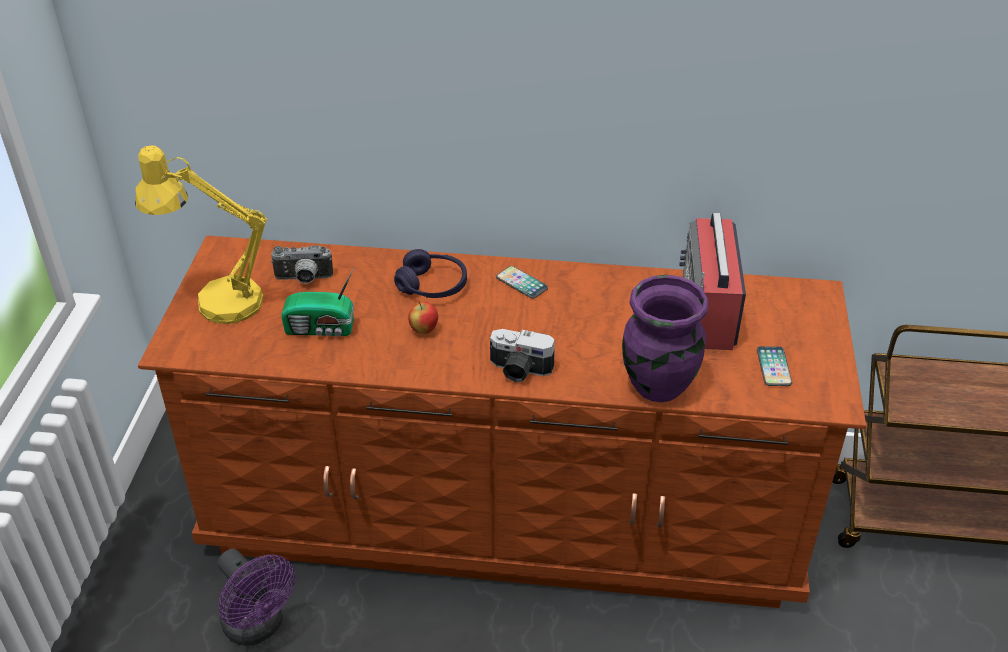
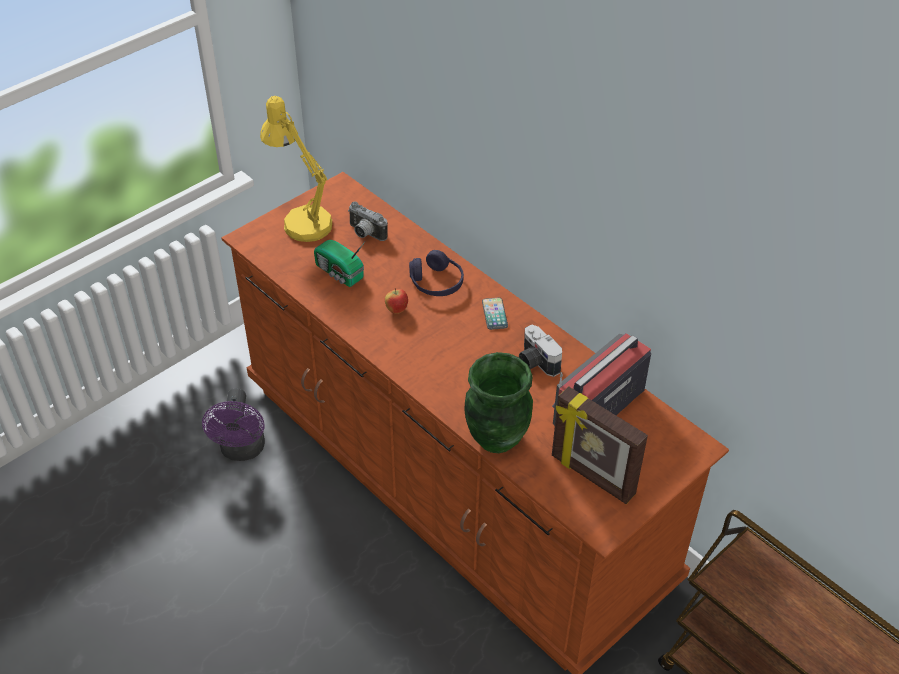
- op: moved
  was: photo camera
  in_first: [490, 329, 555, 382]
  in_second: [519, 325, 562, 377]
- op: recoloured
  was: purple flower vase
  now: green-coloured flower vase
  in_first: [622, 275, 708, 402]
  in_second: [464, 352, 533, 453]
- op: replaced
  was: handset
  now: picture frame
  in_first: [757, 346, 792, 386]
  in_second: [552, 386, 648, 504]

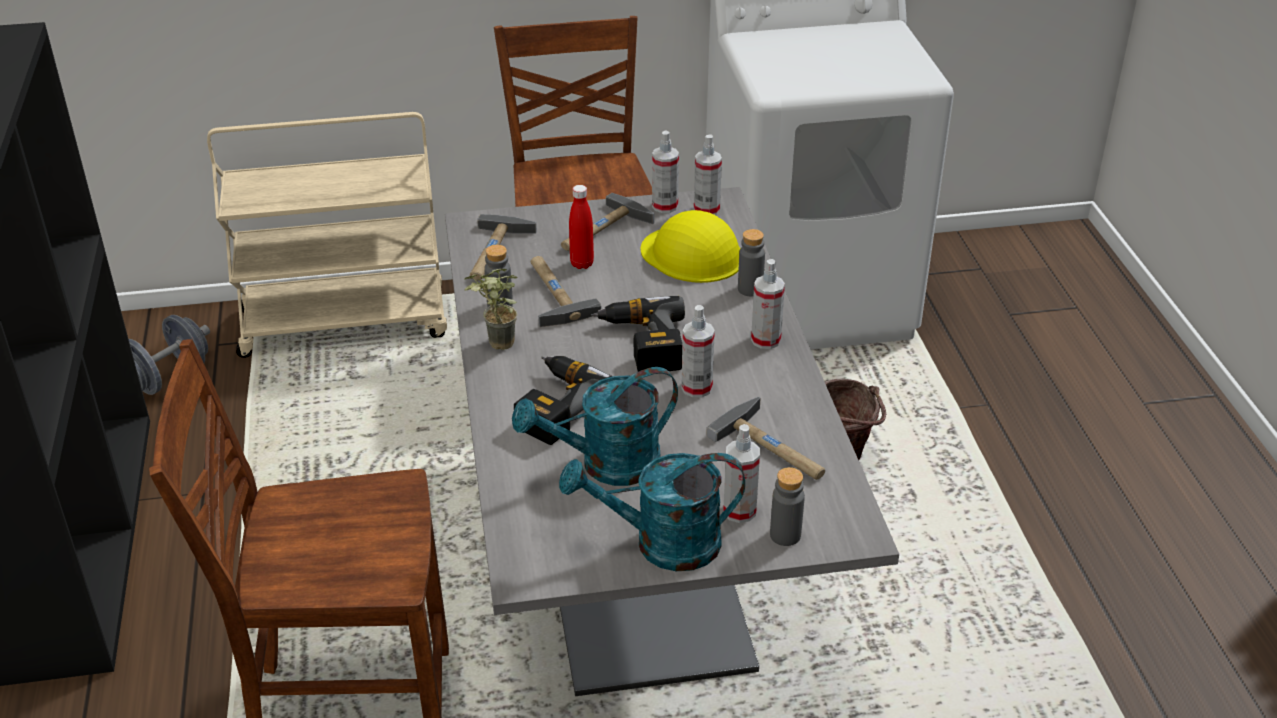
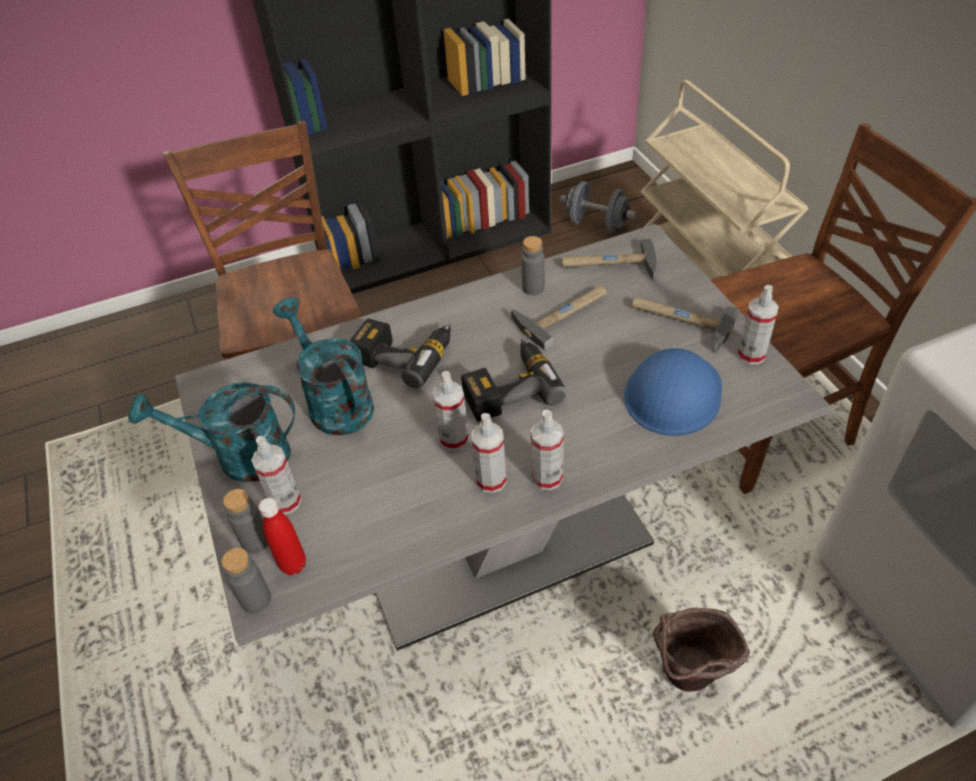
- op: removed
  was: potted plant
  in_first: [464, 269, 518, 350]
- op: turned
  was: turquoise-coloured watering pot
  in_first: [559, 453, 745, 571]
  in_second: [128, 382, 295, 482]
  clockwise: -75
- op: moved
  was: red-coloured beverage bottle
  in_first: [569, 185, 594, 269]
  in_second: [258, 497, 306, 575]
- op: recoloured
  was: yellow safety helmet
  now: blue safety helmet
  in_first: [641, 210, 741, 283]
  in_second: [624, 348, 722, 436]
- op: moved
  was: sprayer
  in_first: [694, 134, 722, 215]
  in_second: [471, 413, 506, 493]
- op: removed
  was: hand hammer
  in_first: [706, 397, 825, 480]
- op: moved
  was: grey beverage bottle
  in_first: [738, 229, 765, 296]
  in_second: [221, 548, 271, 613]

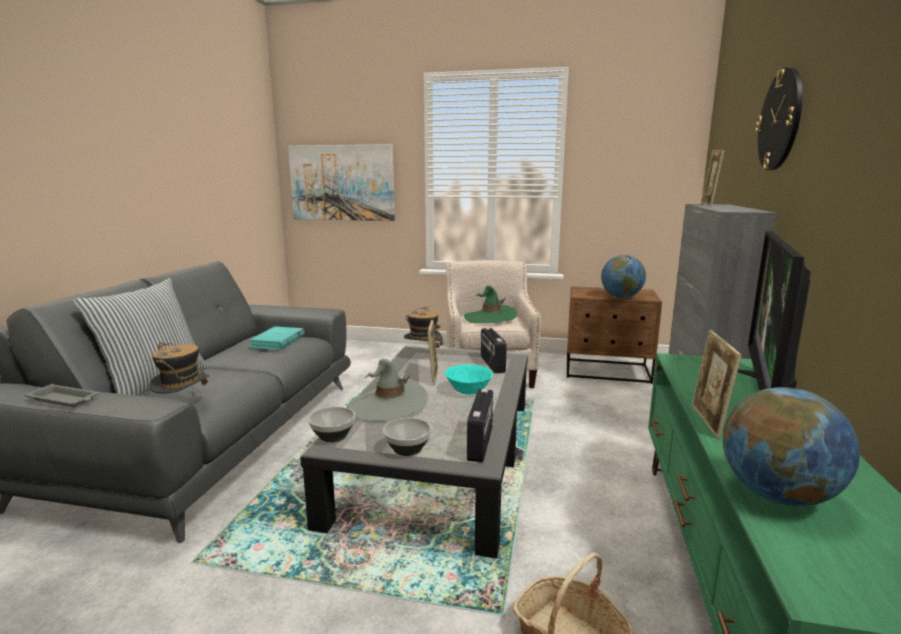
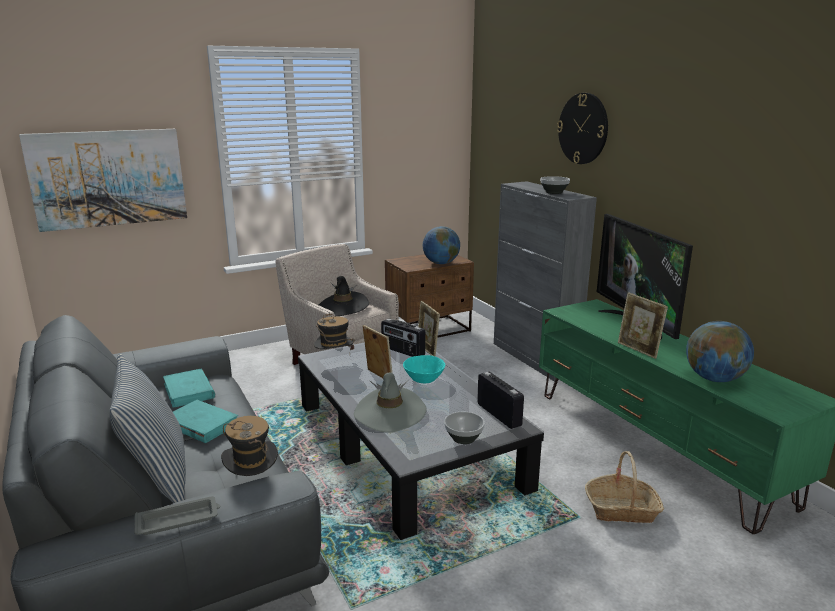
- op: moved
  was: serving bowl
  in_first: [308, 407, 355, 442]
  in_second: [540, 176, 570, 194]
- op: recoloured
  was: green-coloured hat
  now: black-coloured hat
  in_first: [464, 285, 517, 323]
  in_second: [319, 276, 369, 316]
- op: moved
  was: picture frame
  in_first: [701, 150, 725, 206]
  in_second: [418, 301, 440, 357]
- op: added
  now: turquoise-coloured volume
  in_second: [173, 400, 238, 443]

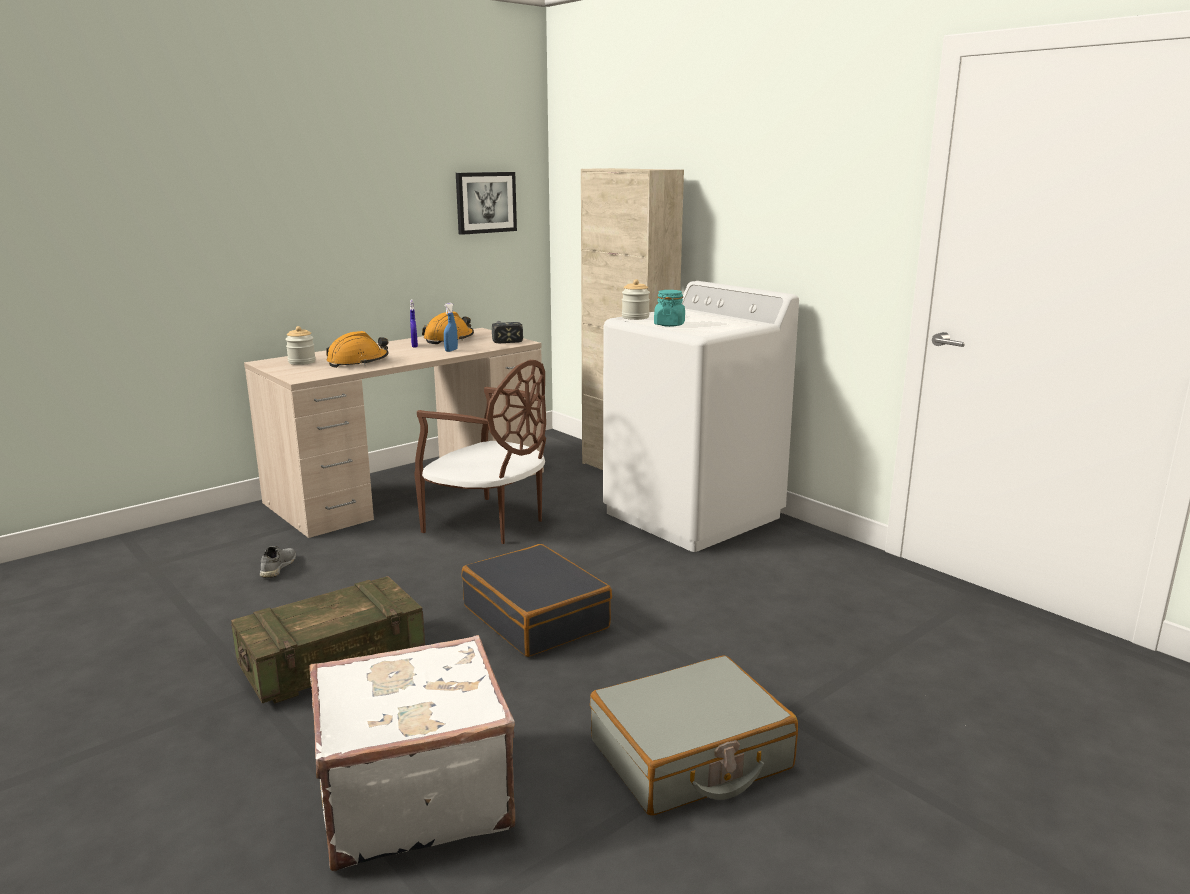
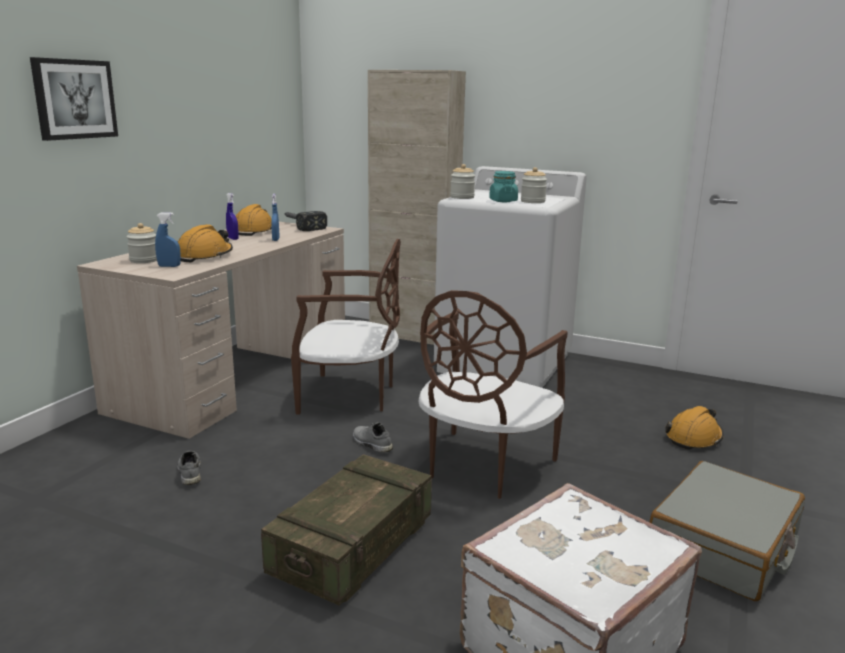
- op: moved
  was: wall art
  in_first: [456, 172, 517, 235]
  in_second: [30, 57, 118, 141]
- op: replaced
  was: black-coloured travel case
  now: brown plain chair
  in_first: [461, 544, 612, 657]
  in_second: [418, 290, 568, 499]
- op: added
  now: blue sprayer
  in_second: [155, 212, 181, 267]
- op: added
  now: grey item of footwear
  in_second: [353, 422, 393, 453]
- op: added
  now: storage jar
  in_second: [521, 167, 547, 203]
- op: added
  now: orange-coloured safety helmet
  in_second: [665, 406, 723, 450]

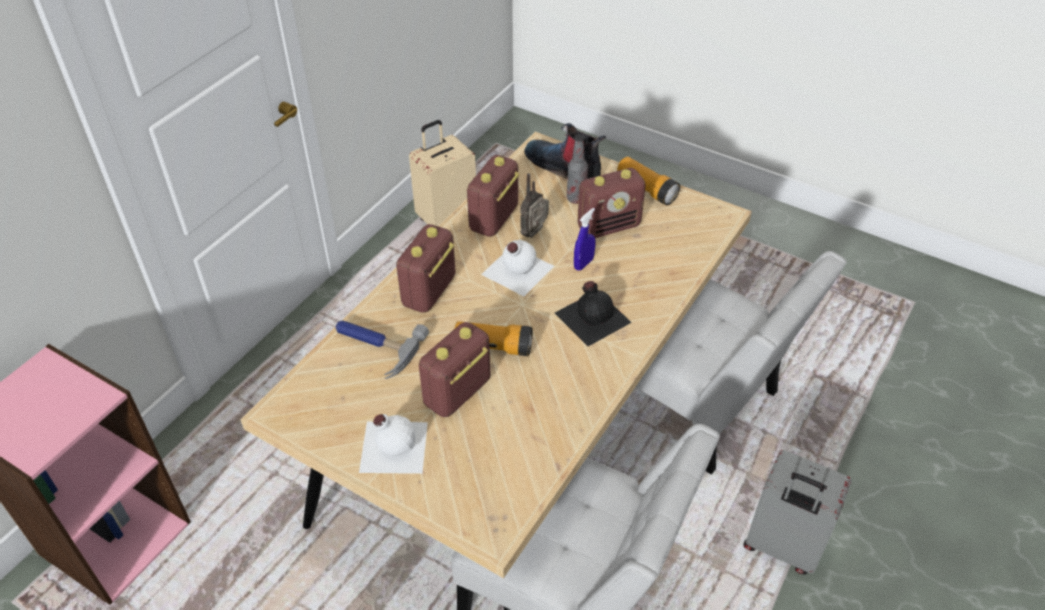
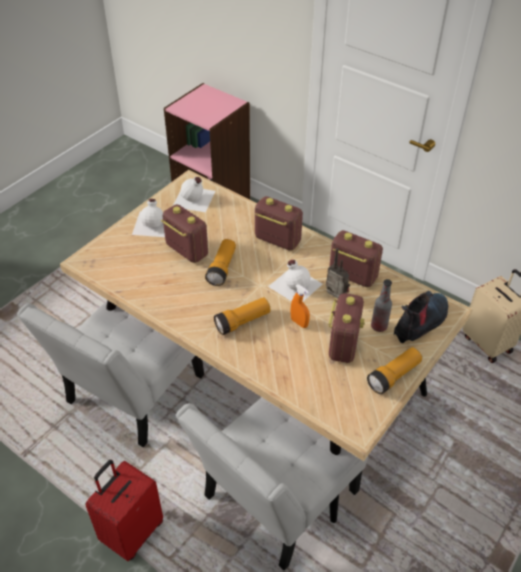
- op: removed
  was: hand hammer
  in_first: [336, 320, 429, 379]
- op: replaced
  was: black-coloured beverage bottle
  now: torch
  in_first: [555, 281, 632, 346]
  in_second: [214, 297, 270, 335]
- op: recoloured
  was: blue sprayer
  now: orange-coloured sprayer
  in_first: [574, 208, 596, 271]
  in_second: [291, 284, 310, 328]
- op: turned
  was: radio receiver
  in_first: [577, 168, 646, 238]
  in_second: [328, 293, 365, 363]
  clockwise: -150
- op: recoloured
  was: grey travel case
  now: red-coloured travel case
  in_first: [744, 450, 852, 574]
  in_second: [86, 460, 163, 561]
- op: added
  now: whitish beverage bottle
  in_second: [173, 177, 215, 212]

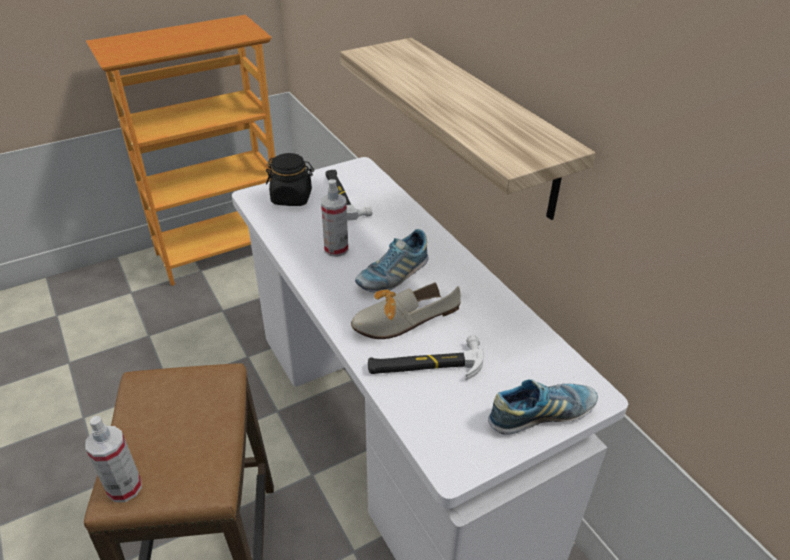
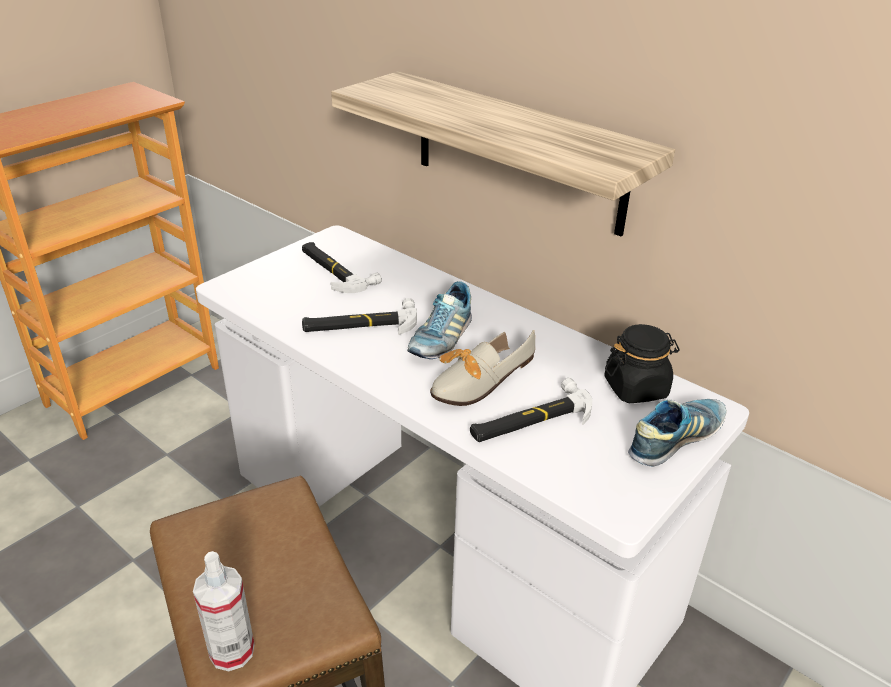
- op: moved
  was: black-coloured storage jar
  in_first: [266, 153, 314, 206]
  in_second: [604, 324, 679, 403]
- op: replaced
  was: sprayer
  now: hand hammer
  in_first: [321, 179, 348, 257]
  in_second: [302, 298, 417, 335]

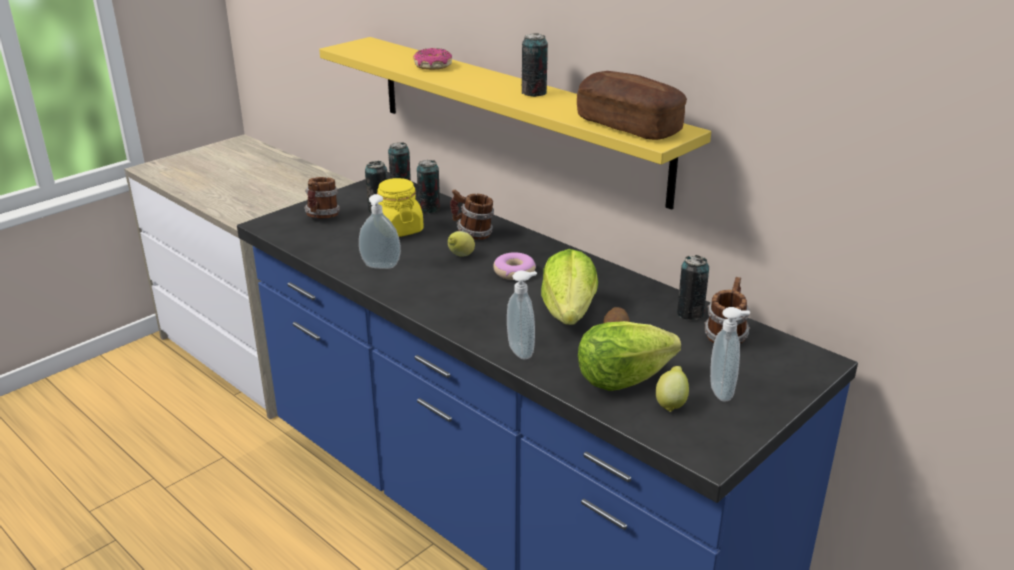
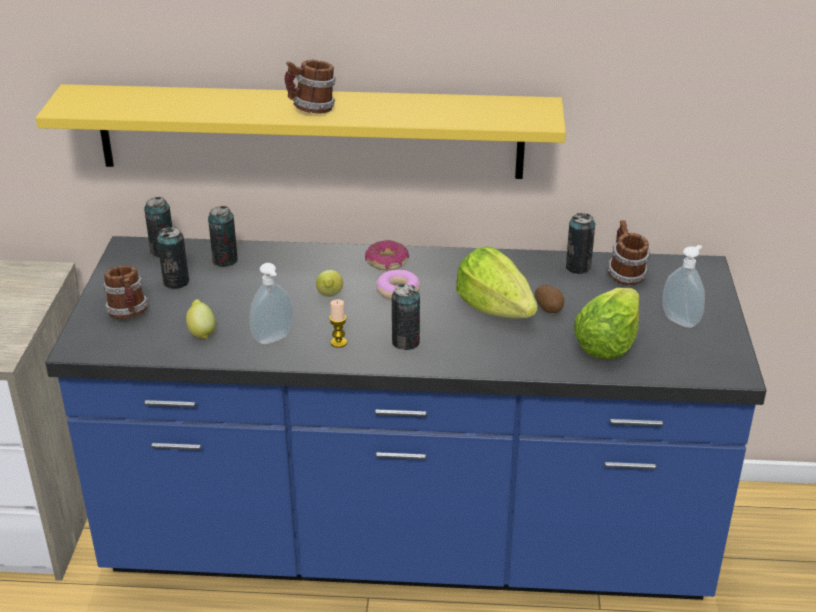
- op: removed
  was: yellow storage jar
  in_first: [377, 178, 424, 237]
- op: moved
  was: donut
  in_first: [413, 48, 452, 70]
  in_second: [365, 240, 409, 270]
- op: moved
  was: tea mug
  in_first: [450, 190, 494, 240]
  in_second: [285, 60, 336, 114]
- op: removed
  was: soap dispenser
  in_first: [507, 270, 537, 359]
- op: moved
  was: metal can
  in_first: [522, 33, 548, 97]
  in_second: [392, 284, 420, 350]
- op: removed
  was: bakery bread
  in_first: [577, 71, 687, 140]
- op: moved
  was: citrus fruit
  in_first: [656, 366, 689, 412]
  in_second: [186, 299, 216, 339]
- op: added
  now: wax light
  in_second: [329, 299, 347, 348]

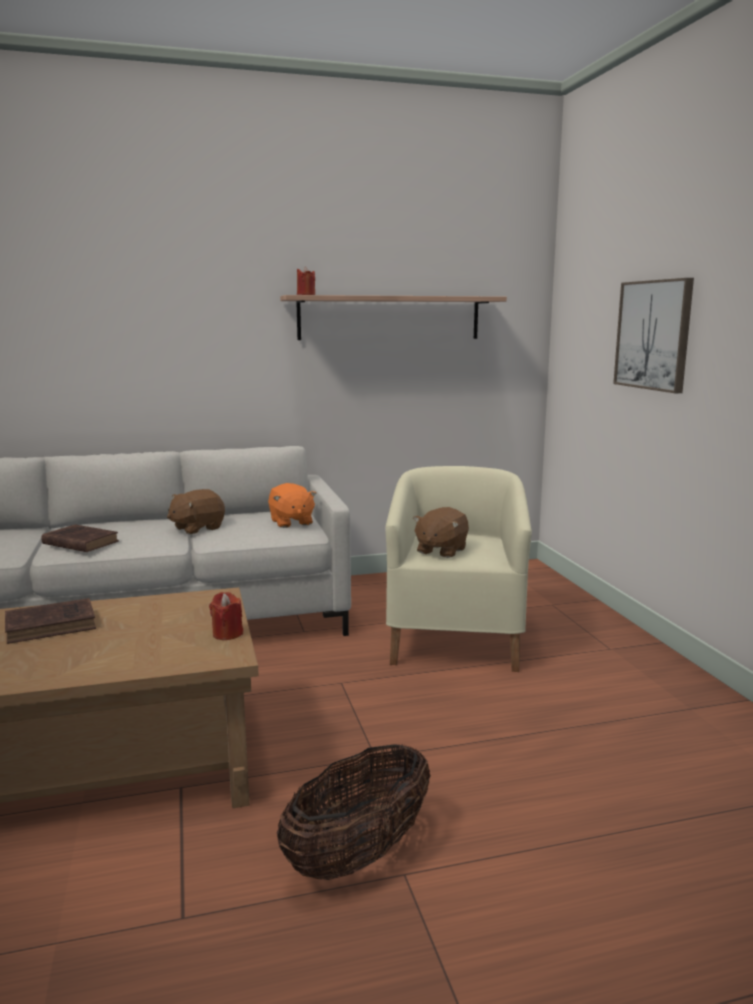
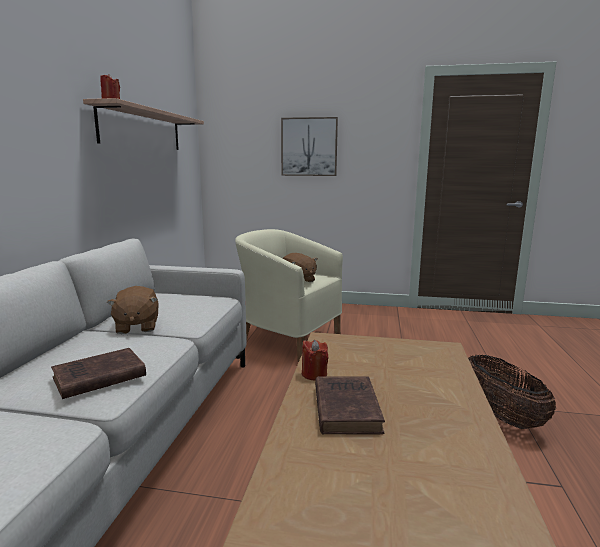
- op: moved
  was: red-coloured wax light
  in_first: [209, 592, 243, 640]
  in_second: [302, 340, 328, 380]
- op: removed
  was: orange-coloured plush toy
  in_first: [268, 483, 317, 528]

